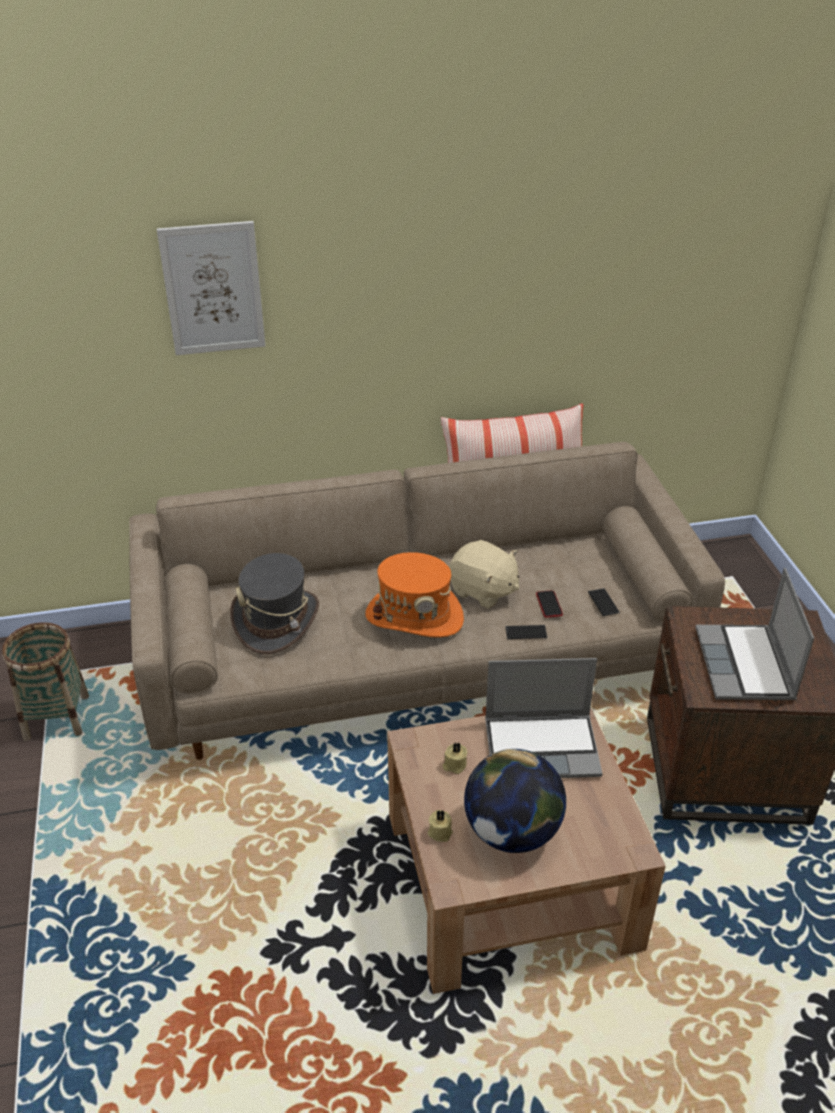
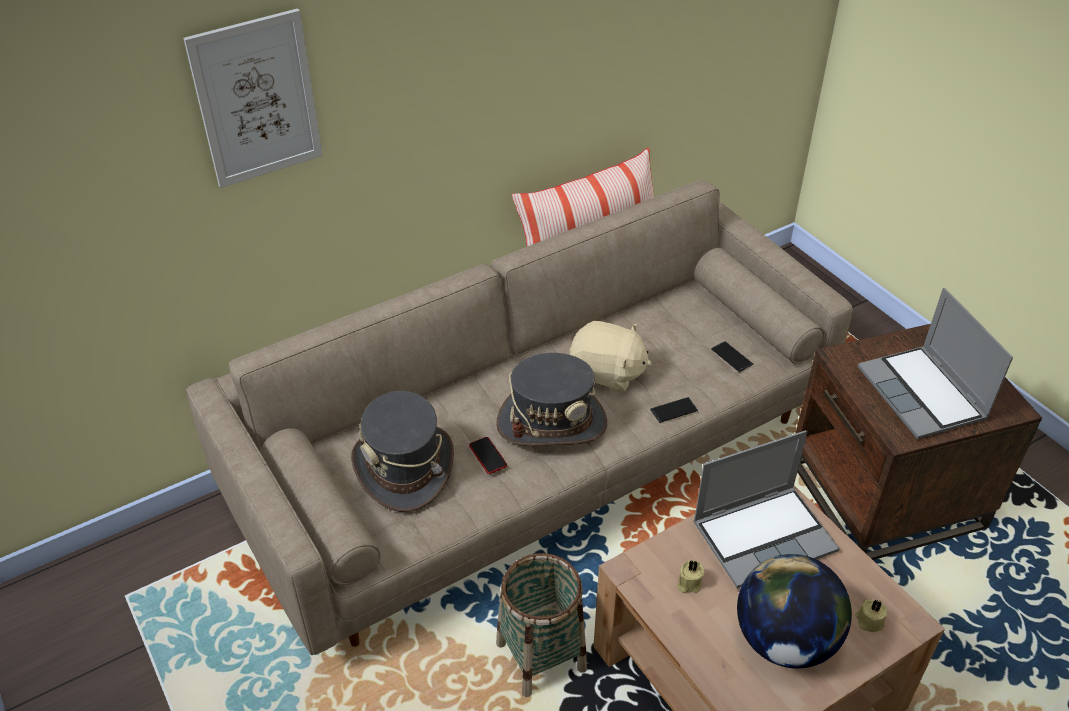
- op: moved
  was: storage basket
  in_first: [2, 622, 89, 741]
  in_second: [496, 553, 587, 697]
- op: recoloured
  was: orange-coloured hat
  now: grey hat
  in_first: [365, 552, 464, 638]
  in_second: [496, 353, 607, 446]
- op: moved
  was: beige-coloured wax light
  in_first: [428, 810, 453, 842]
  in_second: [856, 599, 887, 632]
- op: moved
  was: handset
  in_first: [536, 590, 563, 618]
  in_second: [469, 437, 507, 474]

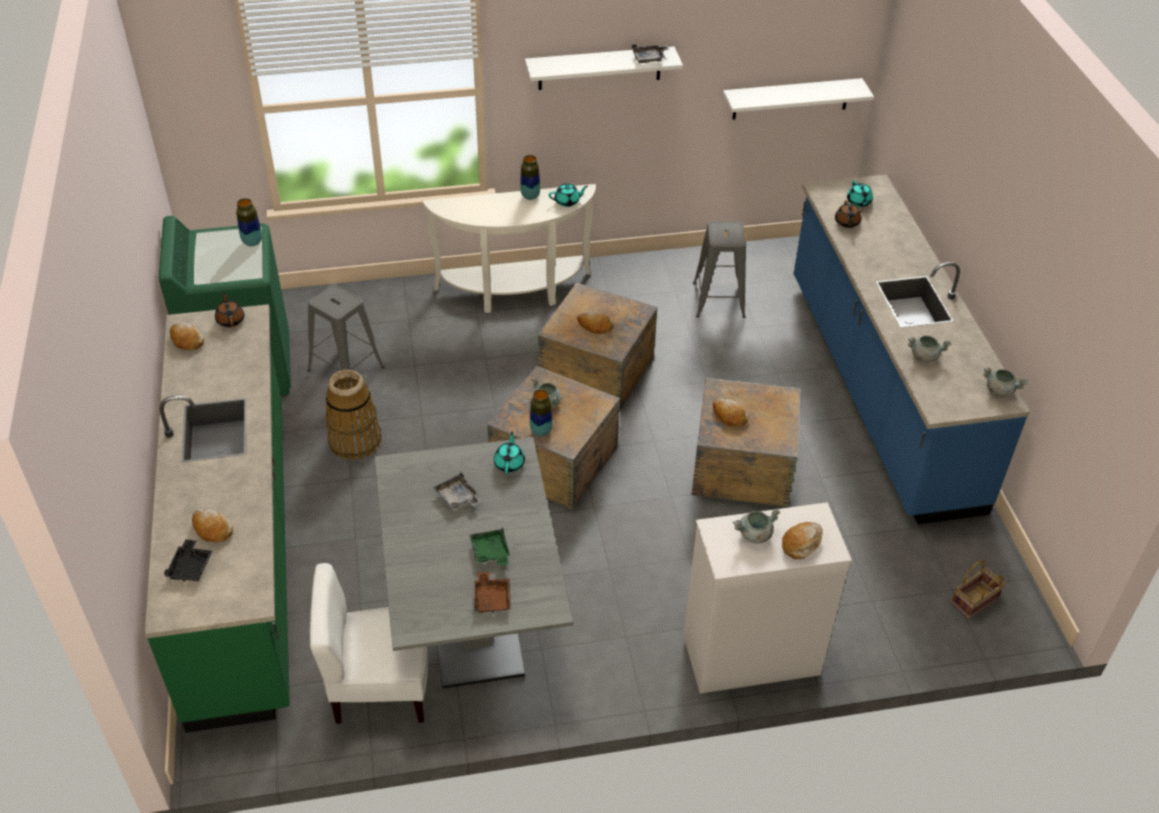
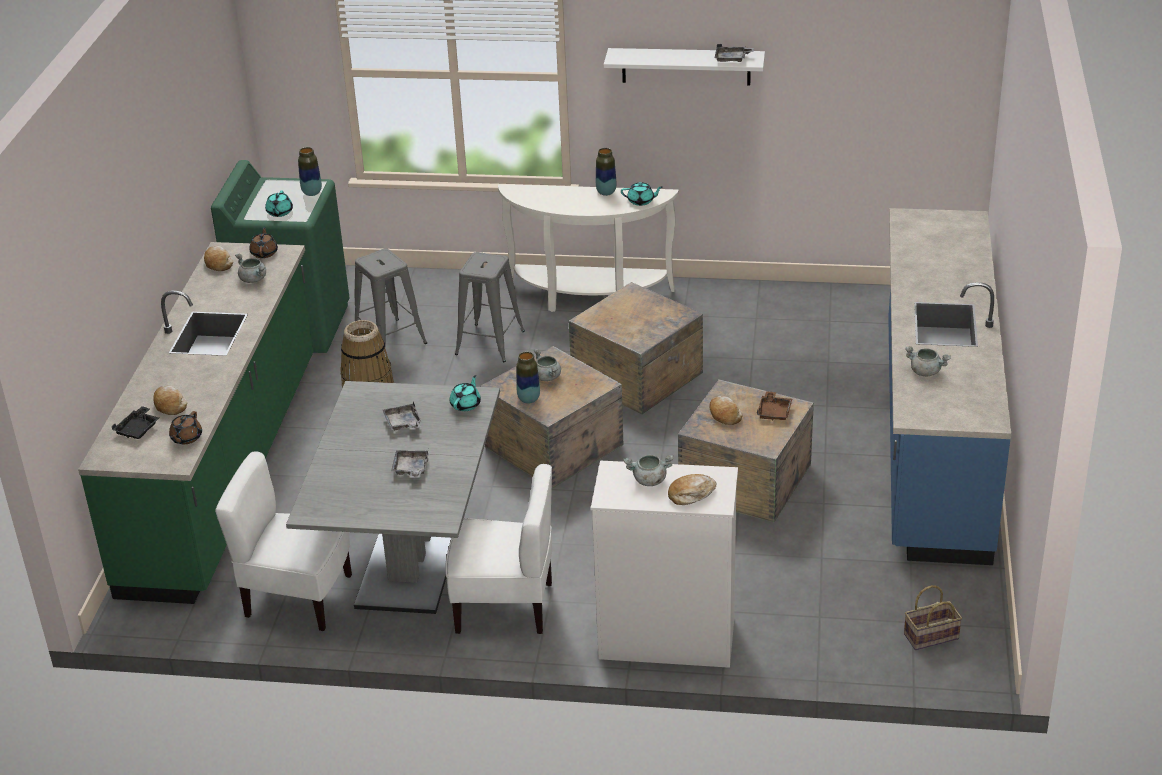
- op: recoloured
  was: green-coloured carrying tray
  now: grey carrying tray
  in_first: [470, 527, 510, 566]
  in_second: [391, 450, 428, 478]
- op: moved
  was: brown carrying tray
  in_first: [475, 572, 511, 613]
  in_second: [757, 391, 792, 421]
- op: removed
  was: bakery bread
  in_first: [577, 311, 613, 334]
- op: moved
  was: grey sitting stool
  in_first: [693, 221, 746, 318]
  in_second: [455, 252, 525, 362]
- op: removed
  was: whitish bracket shelf
  in_first: [723, 78, 874, 120]
- op: moved
  was: brown tea pot
  in_first: [835, 200, 862, 228]
  in_second: [169, 411, 202, 444]
- op: moved
  was: turquoise-coloured tea pot
  in_first: [847, 180, 873, 207]
  in_second: [265, 191, 293, 217]
- op: moved
  was: grey saucepot
  in_first: [983, 367, 1028, 397]
  in_second: [235, 254, 266, 283]
- op: added
  now: whitish plain chair
  in_second: [445, 464, 552, 634]

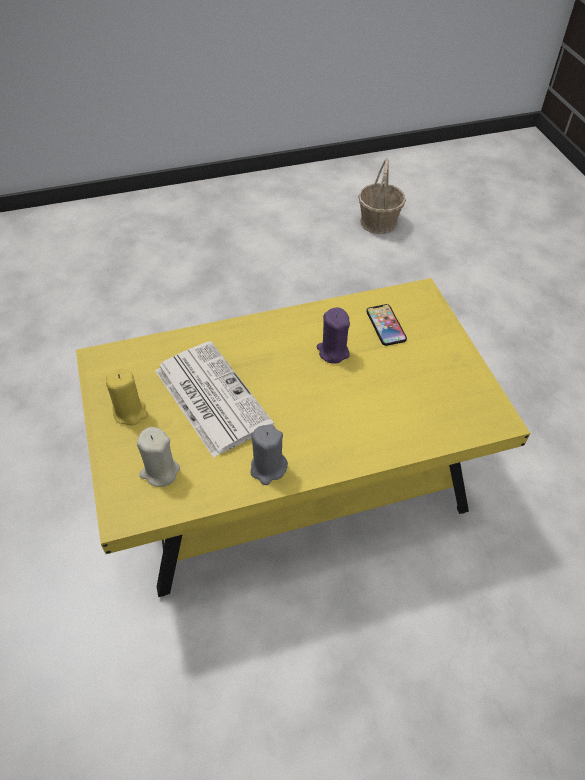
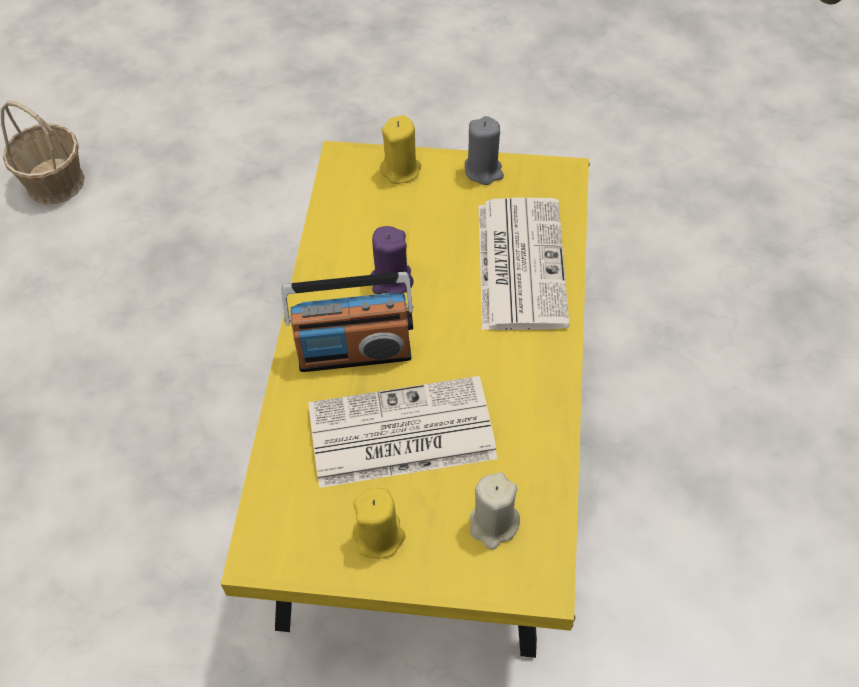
- op: moved
  was: grey wax light
  in_first: [250, 424, 288, 485]
  in_second: [465, 116, 504, 185]
- op: removed
  was: handset
  in_first: [366, 304, 407, 346]
- op: added
  now: radio receiver
  in_second: [281, 272, 414, 372]
- op: added
  now: yellow wax light
  in_second: [380, 115, 421, 184]
- op: added
  now: newspaper
  in_second: [478, 198, 570, 330]

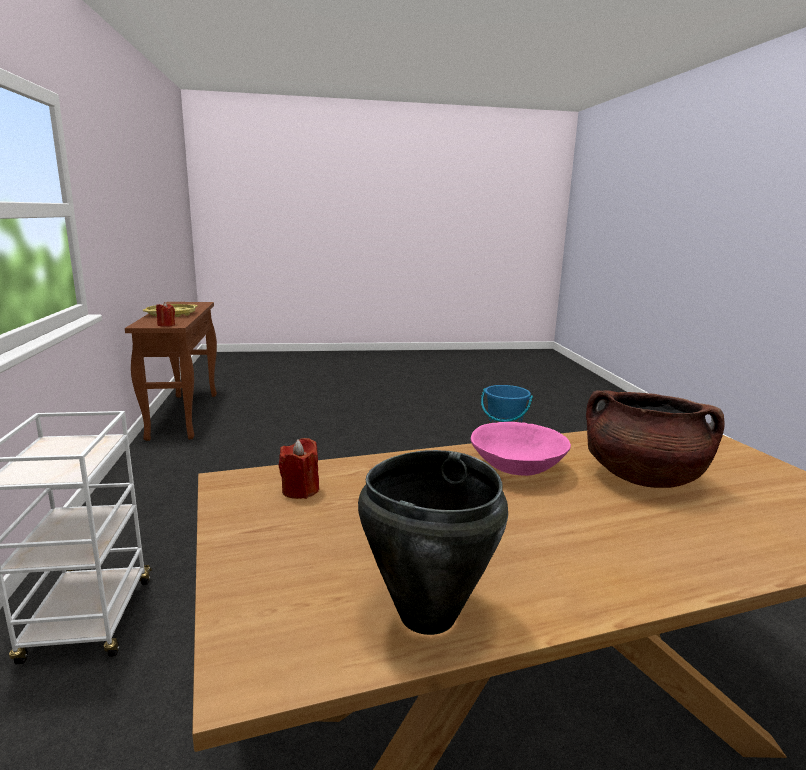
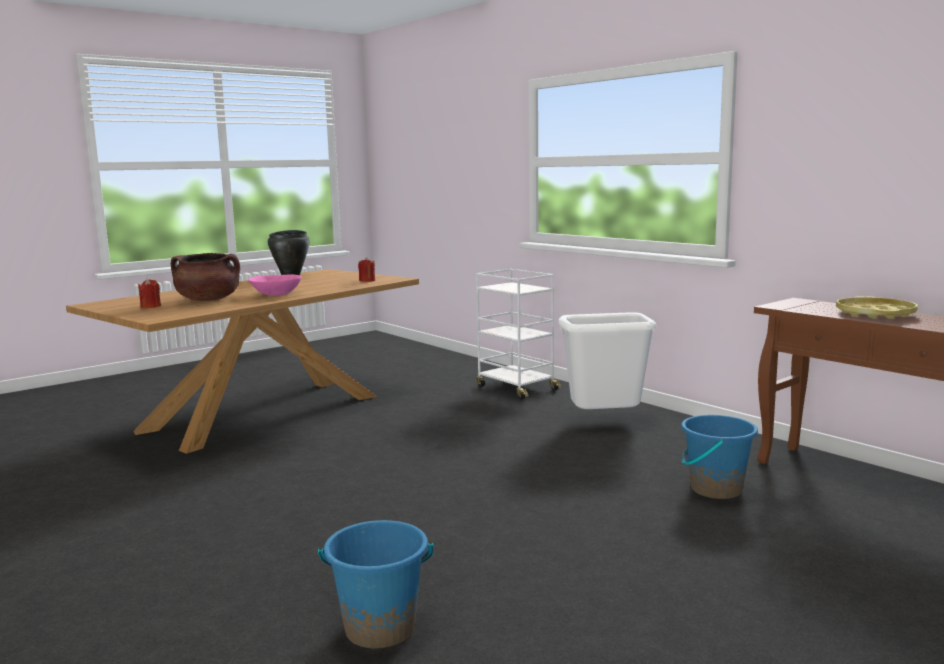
- op: moved
  was: red-coloured wax light
  in_first: [156, 302, 175, 327]
  in_second: [138, 279, 161, 308]
- op: added
  now: whitish rubbish bin
  in_second: [559, 312, 656, 409]
- op: added
  now: blue pail
  in_second: [681, 415, 758, 499]

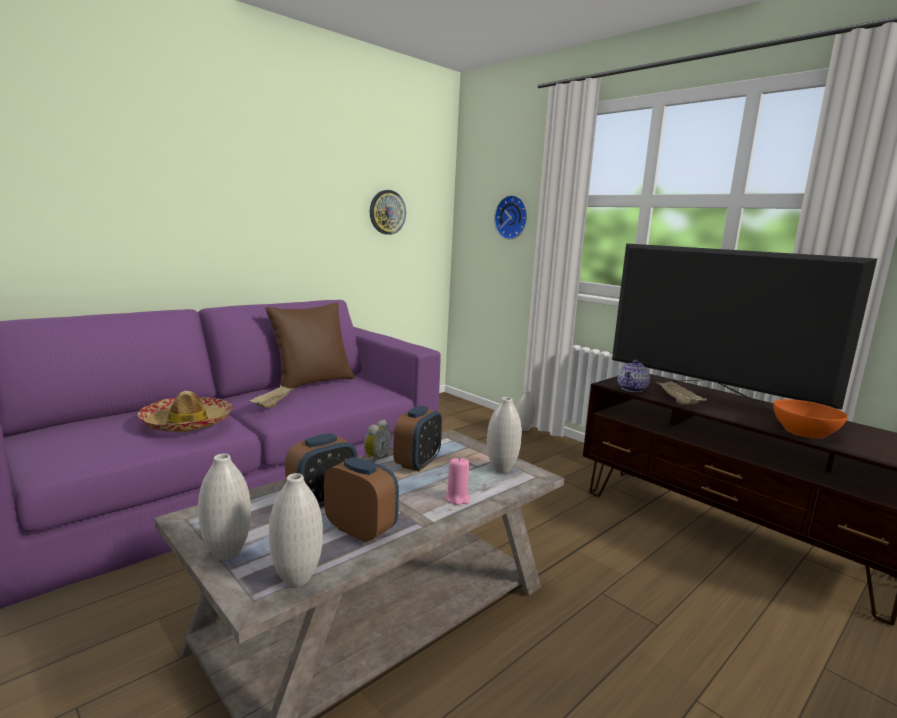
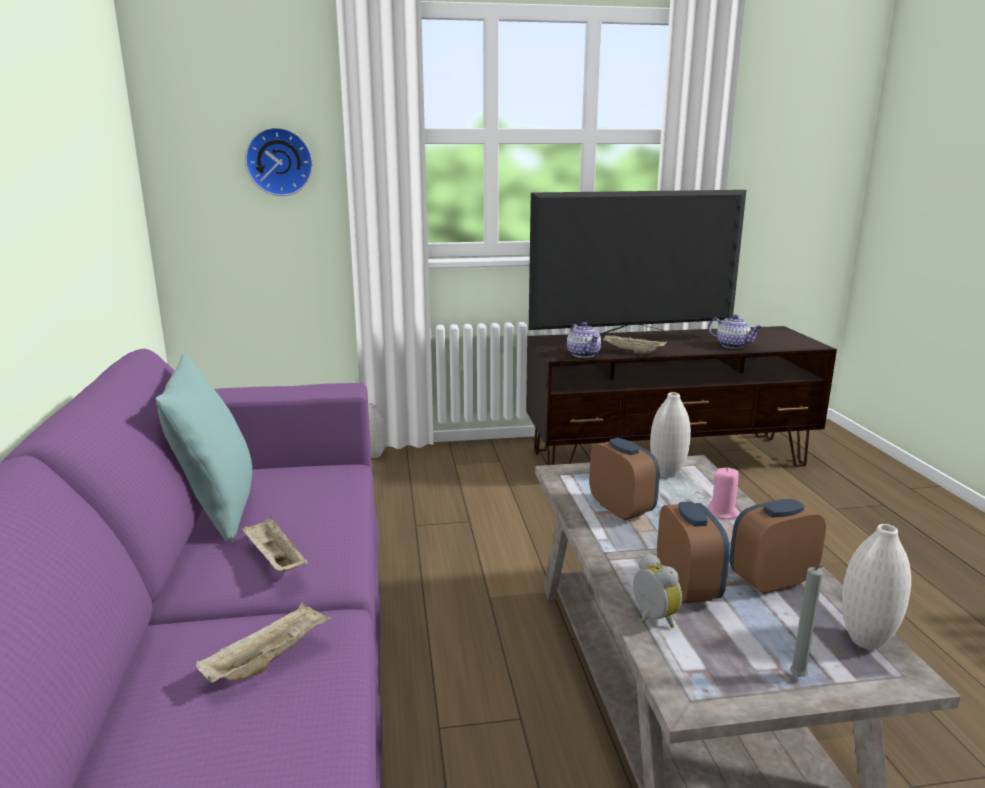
- op: replaced
  was: hat
  now: beige-coloured carrying tray
  in_first: [137, 391, 233, 432]
  in_second: [196, 602, 332, 683]
- op: replaced
  was: whitish flower vase
  now: grey wax light
  in_first: [198, 454, 251, 560]
  in_second: [790, 565, 823, 677]
- op: recoloured
  was: brown pillow
  now: turquoise-coloured pillow
  in_first: [265, 302, 354, 389]
  in_second: [156, 354, 252, 543]
- op: moved
  was: table clock
  in_first: [364, 420, 392, 463]
  in_second: [633, 553, 682, 628]
- op: removed
  was: hanging clock
  in_first: [370, 190, 406, 235]
- op: replaced
  was: orange-coloured serving bowl
  now: tea pot
  in_first: [773, 399, 848, 439]
  in_second: [708, 315, 762, 348]

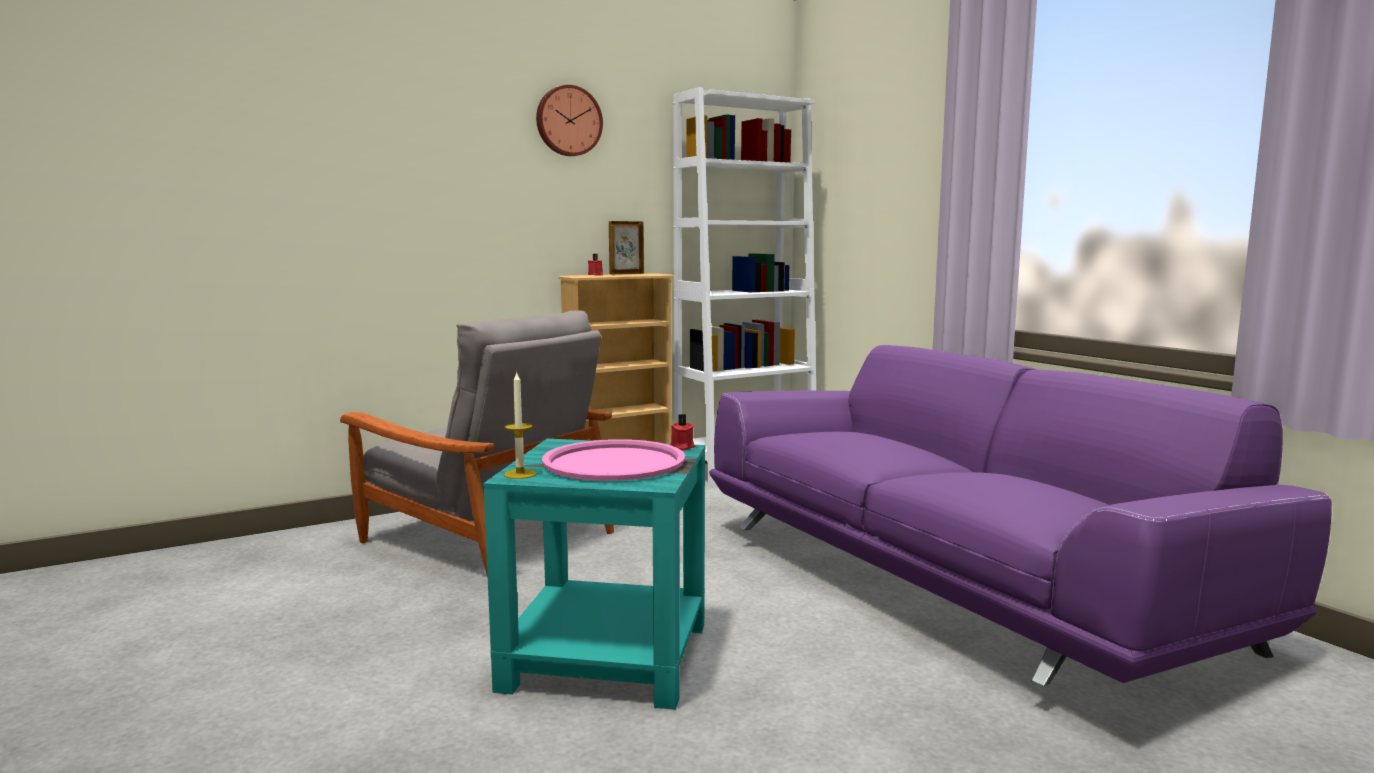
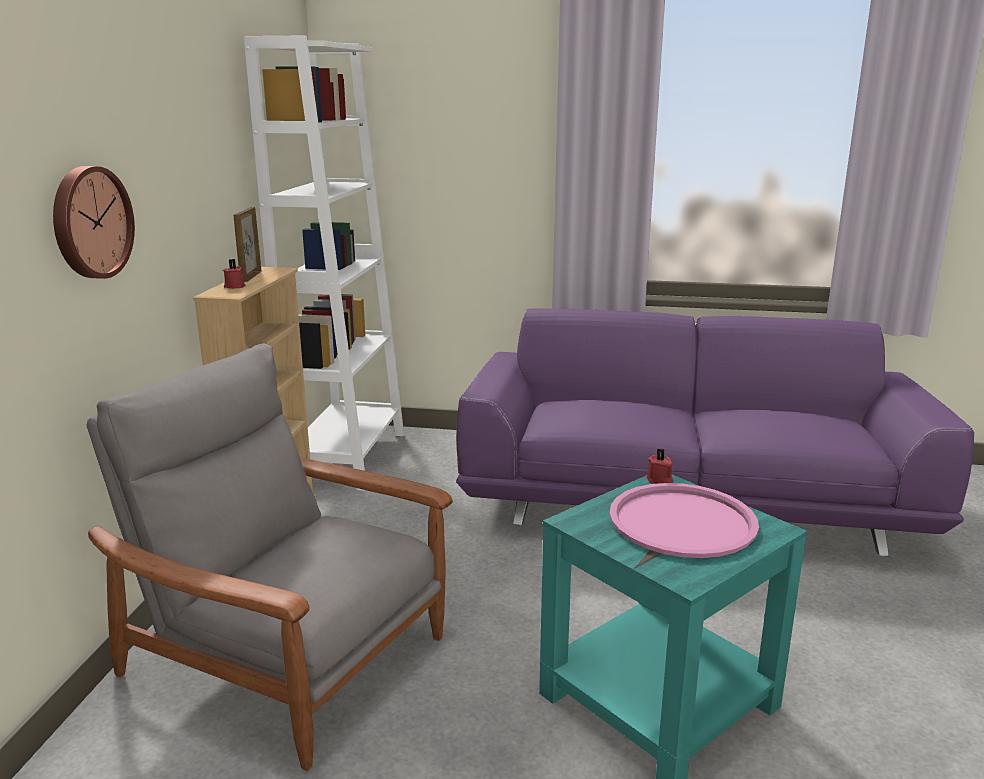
- op: turned
  was: grey armchair
  in_first: [340, 310, 614, 577]
  in_second: [86, 343, 453, 771]
  clockwise: -135
- op: removed
  was: wax light
  in_first: [504, 371, 537, 479]
- op: moved
  was: hanging clock
  in_first: [536, 85, 603, 156]
  in_second: [53, 166, 135, 279]

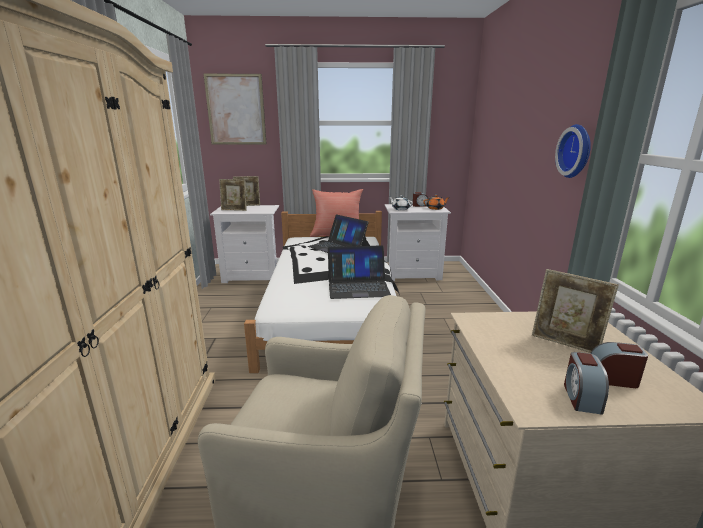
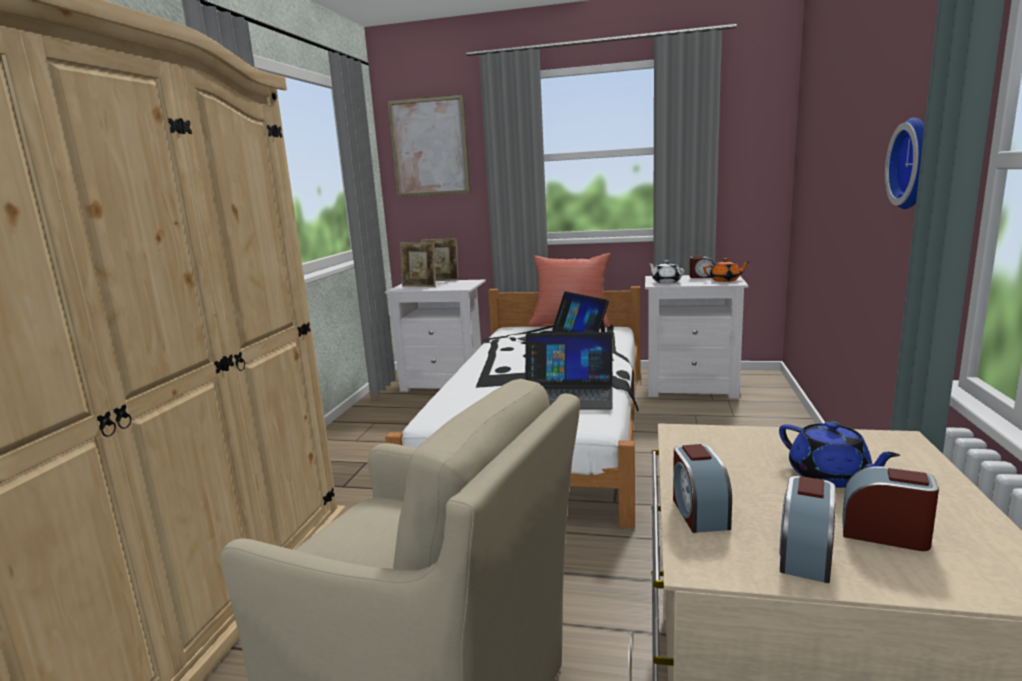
- op: replaced
  was: picture frame
  now: blue tea pot
  in_first: [532, 269, 619, 353]
  in_second: [779, 421, 900, 488]
- op: added
  now: table clock
  in_second: [673, 444, 732, 533]

